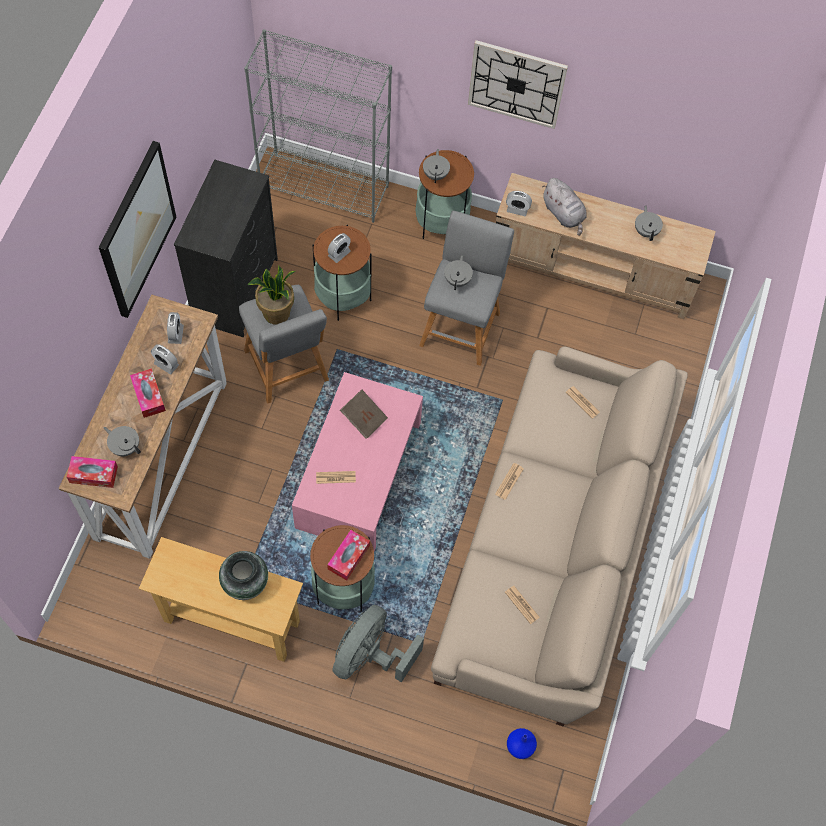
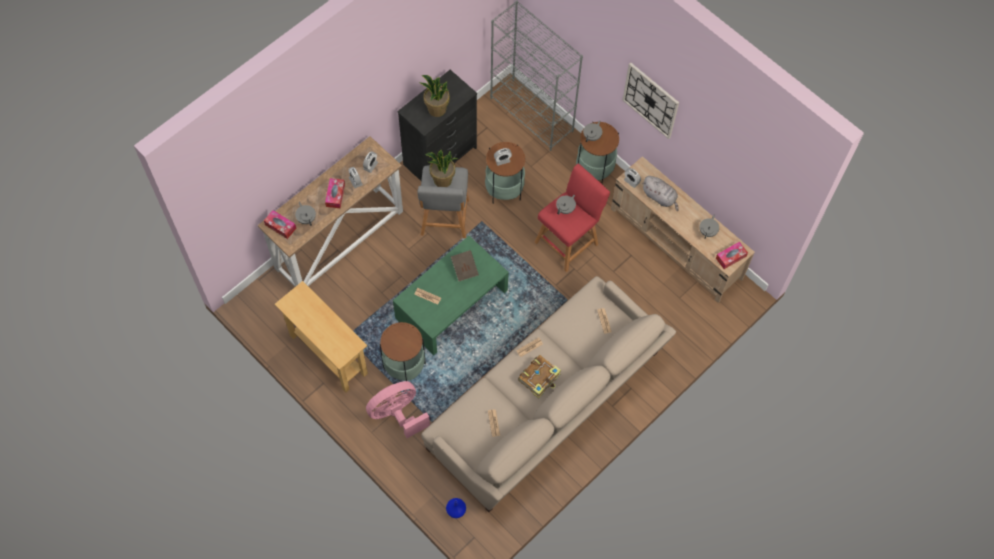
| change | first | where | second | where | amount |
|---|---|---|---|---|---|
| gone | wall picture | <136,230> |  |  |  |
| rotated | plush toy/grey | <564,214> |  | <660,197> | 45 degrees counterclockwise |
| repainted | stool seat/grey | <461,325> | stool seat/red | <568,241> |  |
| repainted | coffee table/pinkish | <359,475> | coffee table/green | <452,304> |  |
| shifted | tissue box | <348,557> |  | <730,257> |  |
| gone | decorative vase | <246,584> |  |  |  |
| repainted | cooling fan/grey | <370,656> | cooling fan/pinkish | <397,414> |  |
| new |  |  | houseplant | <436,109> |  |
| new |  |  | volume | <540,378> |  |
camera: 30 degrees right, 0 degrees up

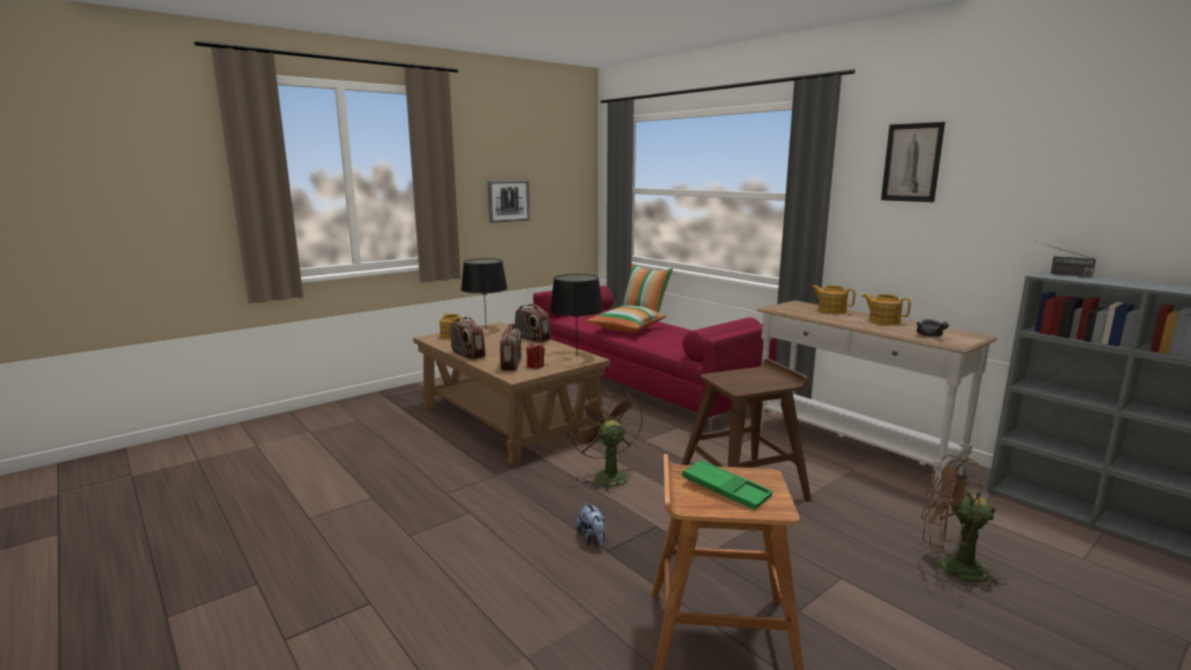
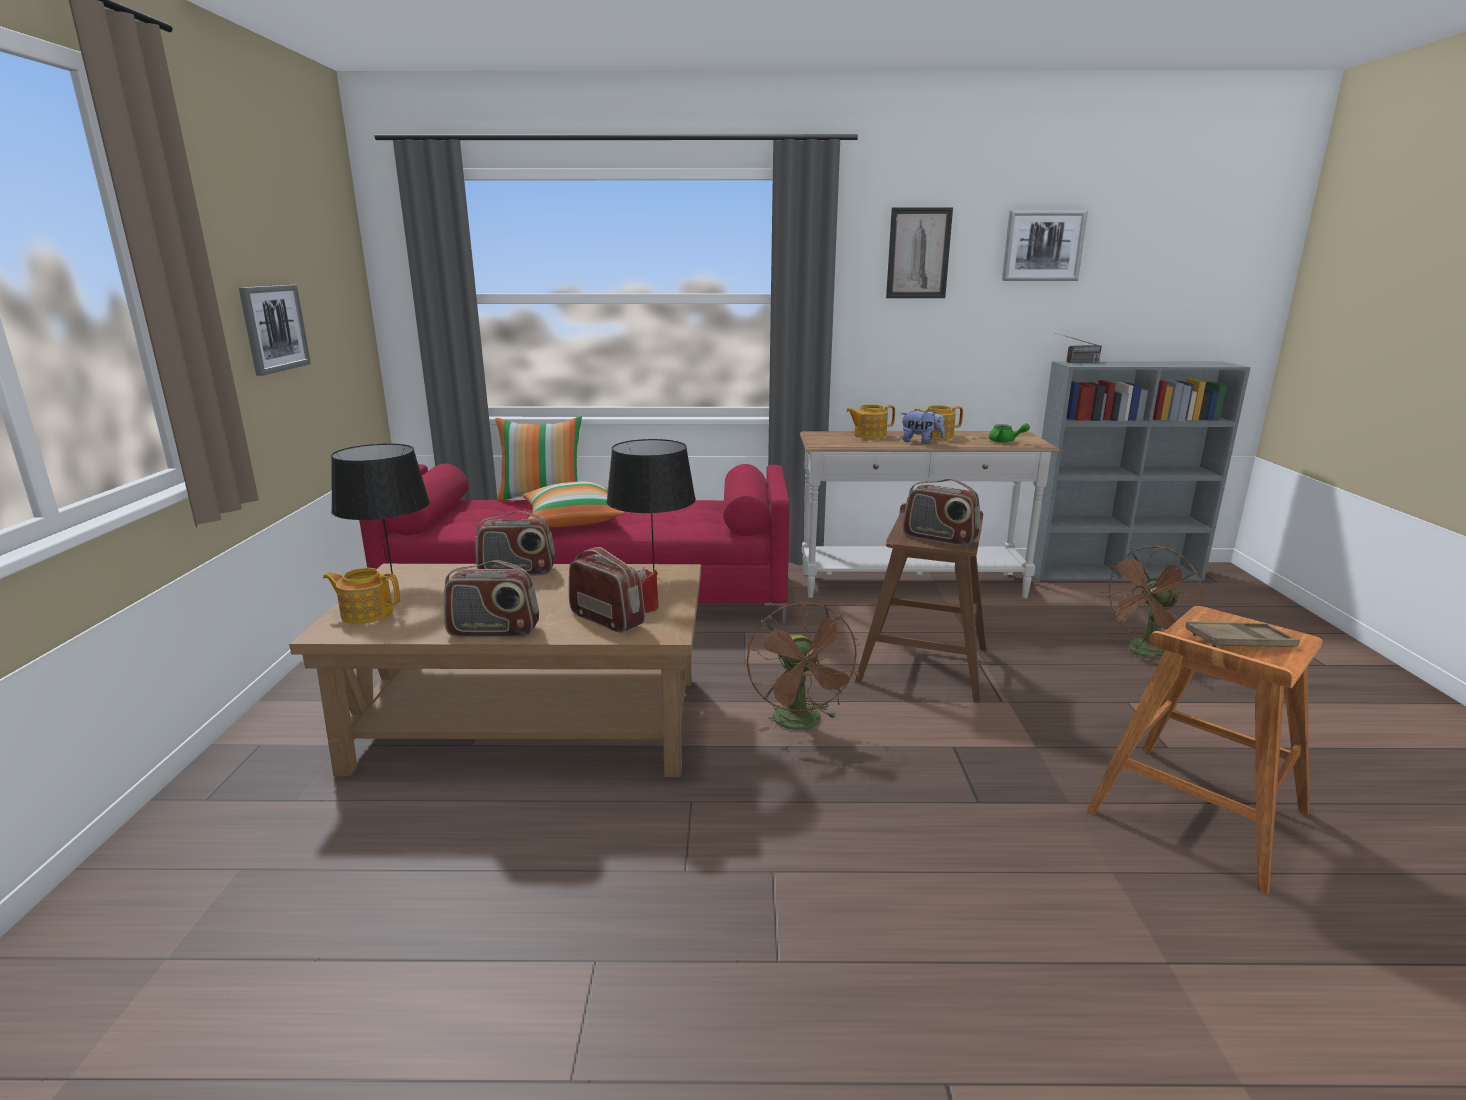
| change | first | where | second | where | amount |
|---|---|---|---|---|---|
| repainted | pot for tea/grey | <930,336> | pot for tea/green | <1005,441> |  |
| rotated | cooling fan/brown-coloured | <606,475> |  | <801,724> | 120 degrees counterclockwise |
| repainted | carrying tray/green | <725,490> | carrying tray/brown-coloured | <1239,642> |  |
| shifted | plush toy | <592,539> |  | <921,442> |  |
| new |  |  | wall picture | <1043,246> |  |
| new |  |  | radio | <939,538> |  |
camera: 50 degrees left, 5 degrees up

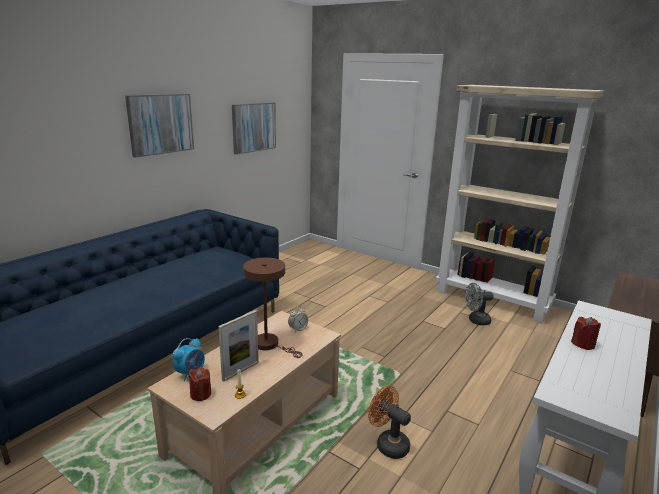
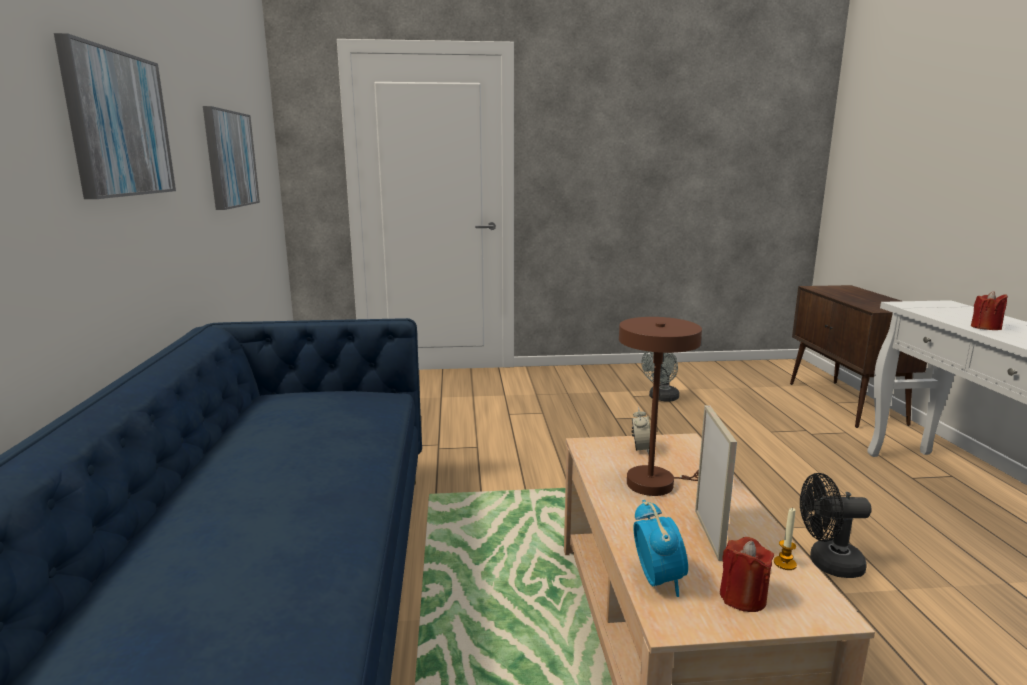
| change | first | where | second | where | amount |
|---|---|---|---|---|---|
| gone | bookcase/beige-coloured | <493,300> |  |  |  |
| repainted | cooling fan/orange | <388,444> | cooling fan/blackish | <827,564> |  |
camera: 40 degrees left, 5 degrees down

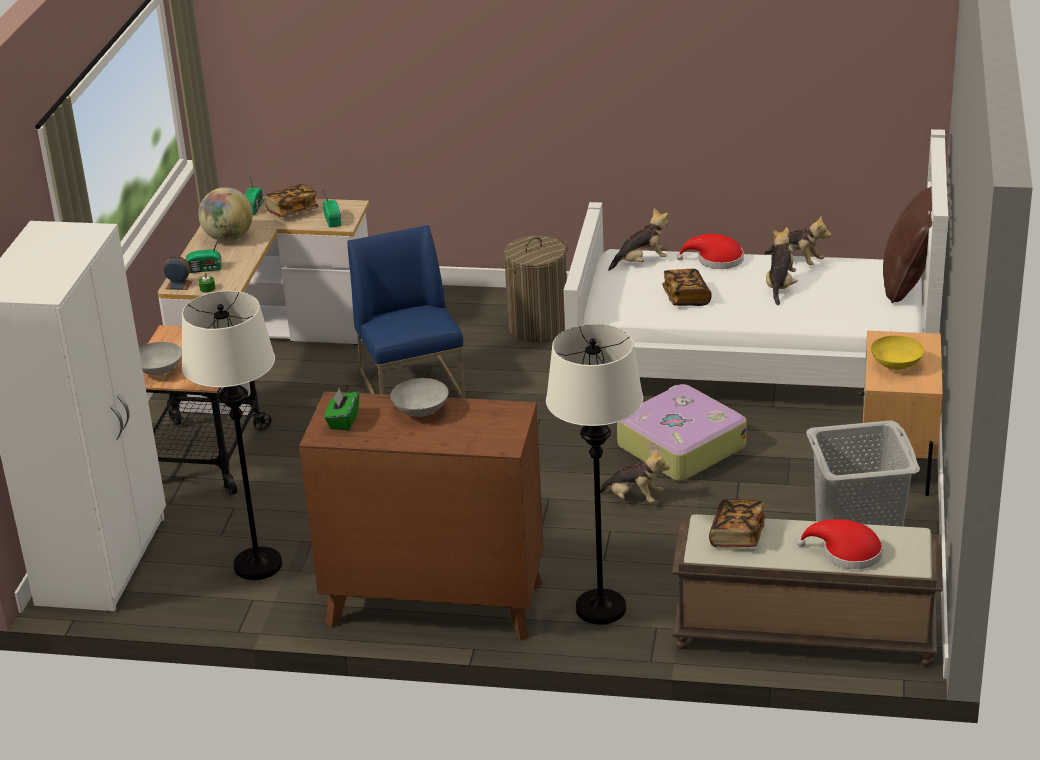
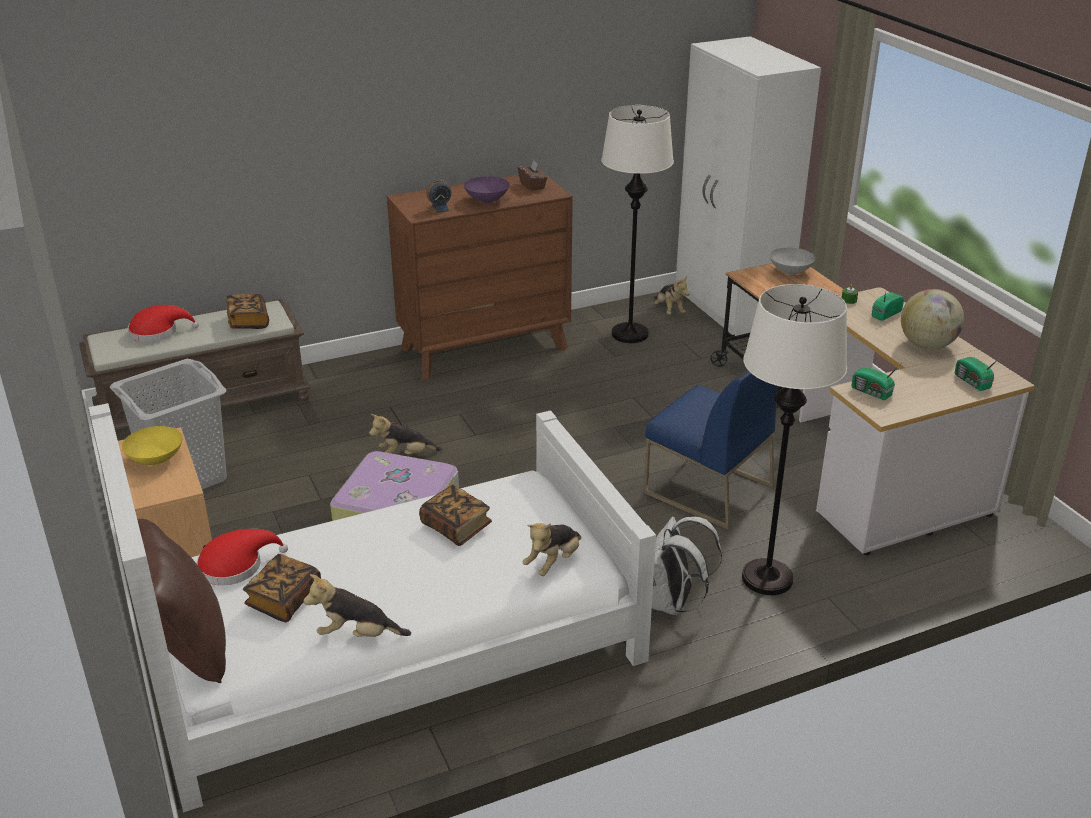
| change | first | where | second | where | amount |
|---|---|---|---|---|---|
| shifted | volume | <292,211> |  | <284,600> |  |
| shifted | plush toy | <780,286> |  | <669,310> |  |
| shifted | wearable hat/red | <716,260> |  | <235,565> |  |
| swapped | hamper | <538,328> | rucksack/whitish | <673,603> |  |
| shifted | table clock | <179,285> |  | <439,209> |  |
| shifted | standing lamp/whitish | <601,608> |  | <767,579> |  |
| repainted | bowl/grey | <421,412> | bowl/purplish | <486,200> |  |
| repainted | tissue box/green | <343,421> | tissue box/brown-coloured | <532,185> |  |
camera: 145 degrees right, 0 degrees up

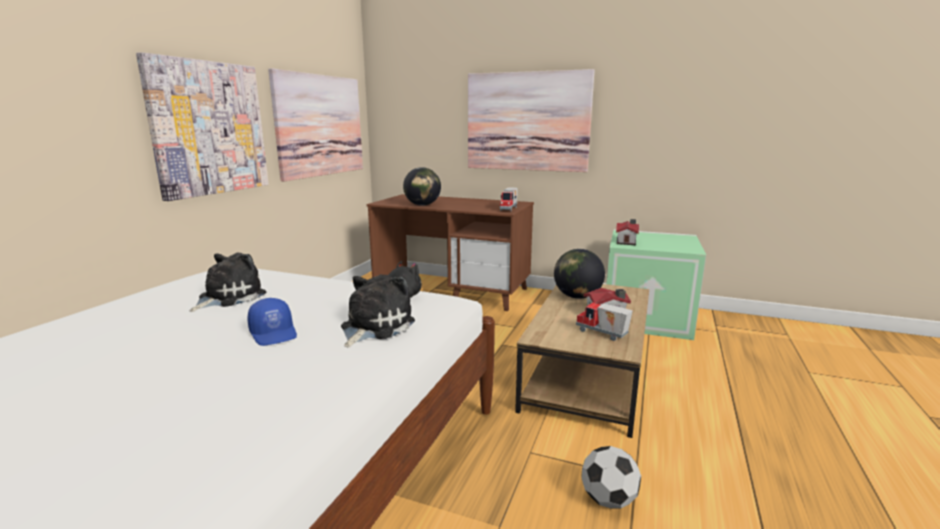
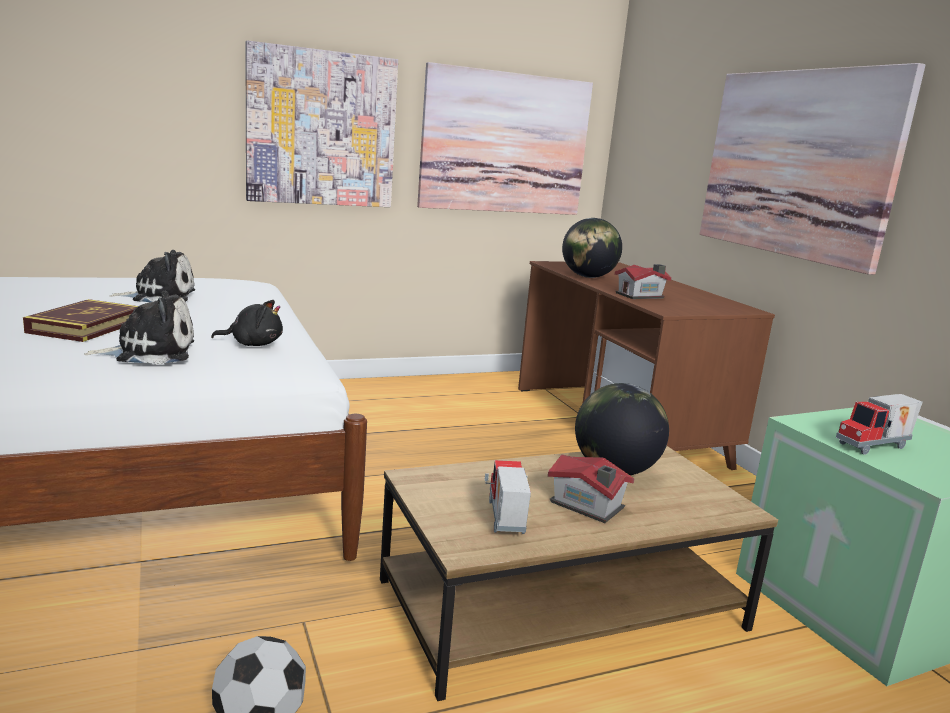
| change | first | where | second | where | amount |
|---|---|---|---|---|---|
| shifted | toy truck | <509,209> |  | <874,447> |  |
| shifted | miniature house | <627,241> |  | <641,296> |  |
| swapped | peaked cap/bluish | <274,333> | volume | <86,326> |  |
camera: 45 degrees right, 0 degrees up

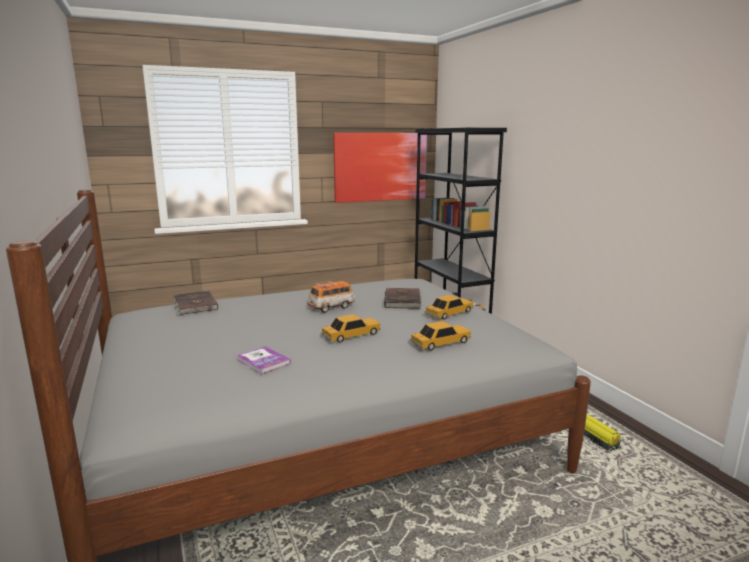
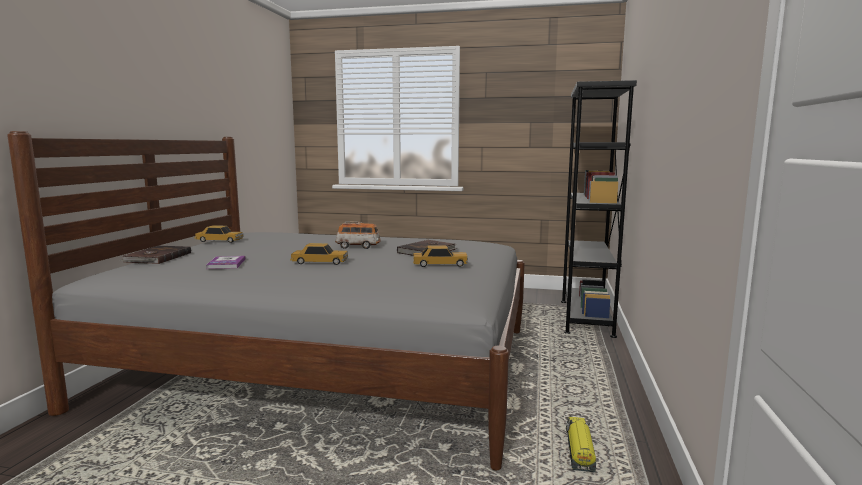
| change | first | where | second | where | amount |
|---|---|---|---|---|---|
| gone | wall picture | <380,167> |  |  |  |
| shifted | volume/brown-coloured | <194,305> |  | <157,257> |  |
| shifted | miniature car | <440,343> |  | <219,240> |  |
camera: 35 degrees right, 5 degrees down

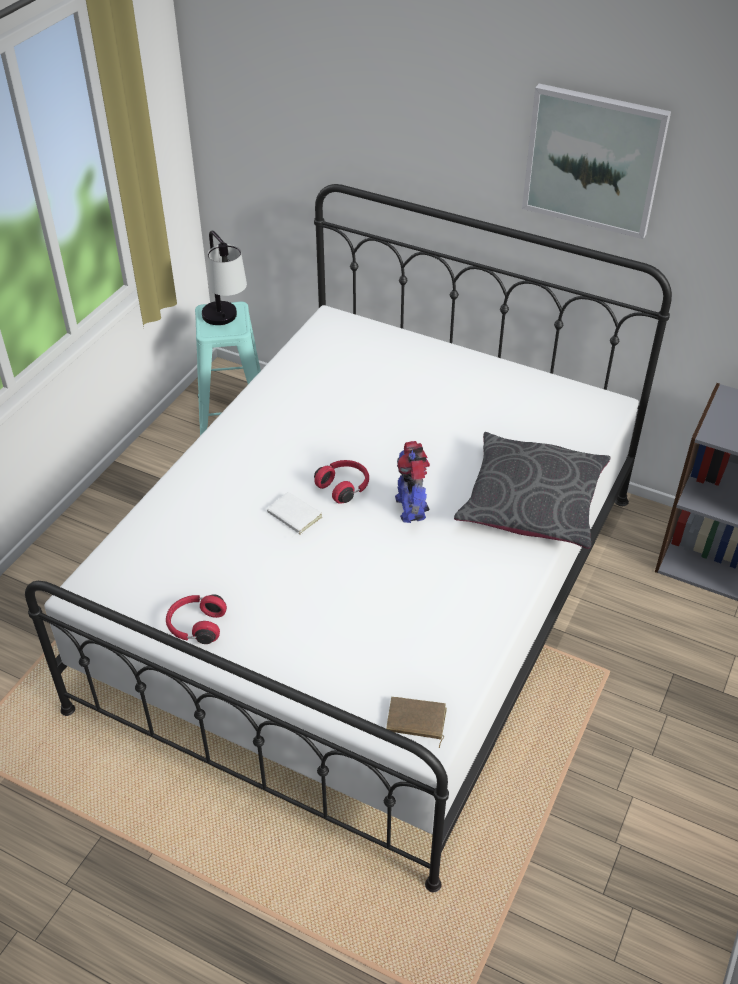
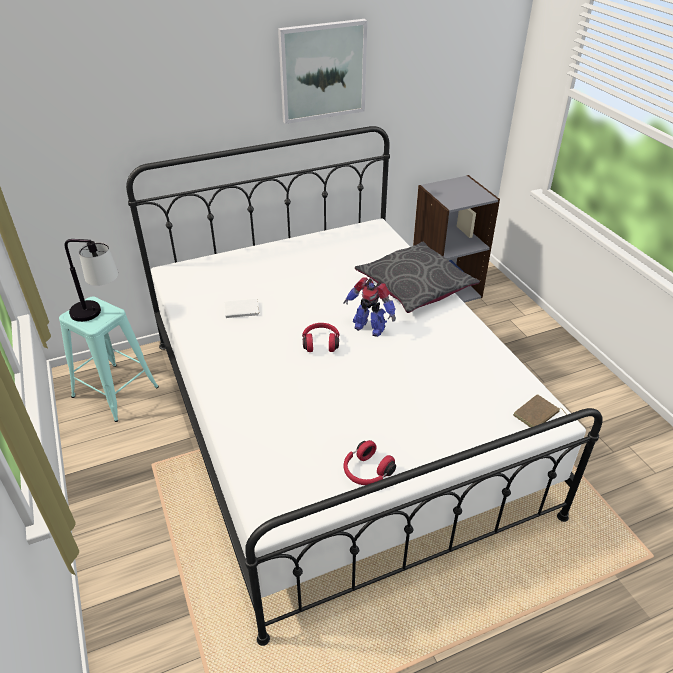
| change | first | where | second | where | amount |
|---|---|---|---|---|---|
| shifted | volume/whitish | <293,516> |  | <242,311> |  |
camera: 50 degrees left, 5 degrees down

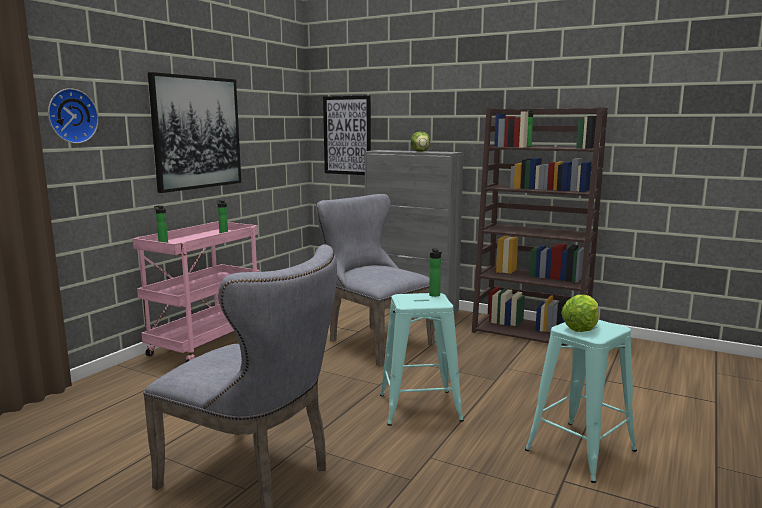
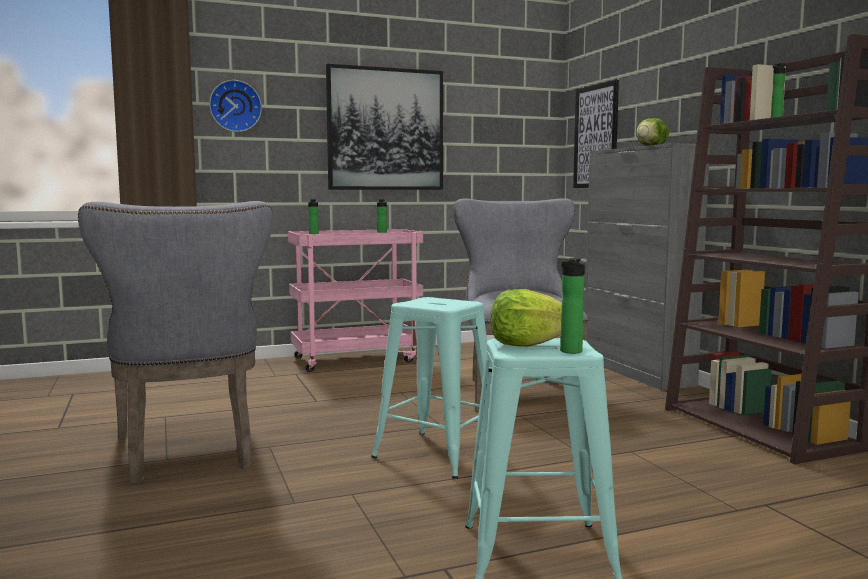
| change | first | where | second | where | amount |
|---|---|---|---|---|---|
| shifted | bottle | <435,295> |  | <570,352> |  |
camera: 40 degrees right, 5 degrees down

